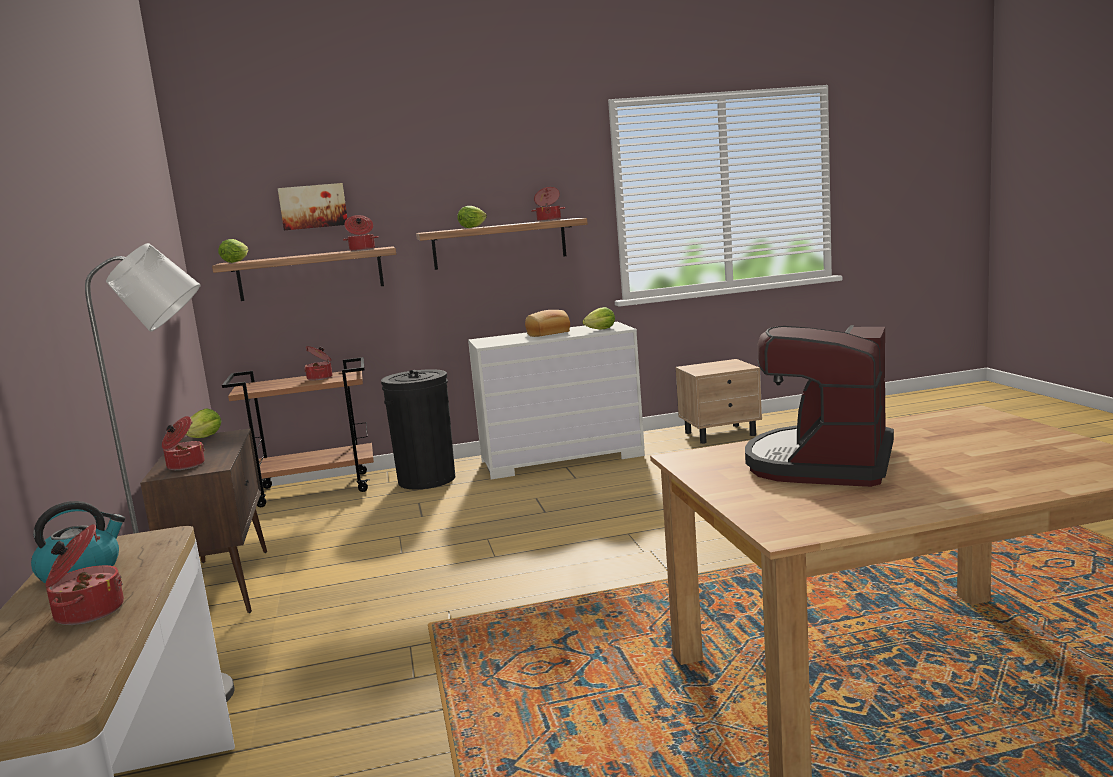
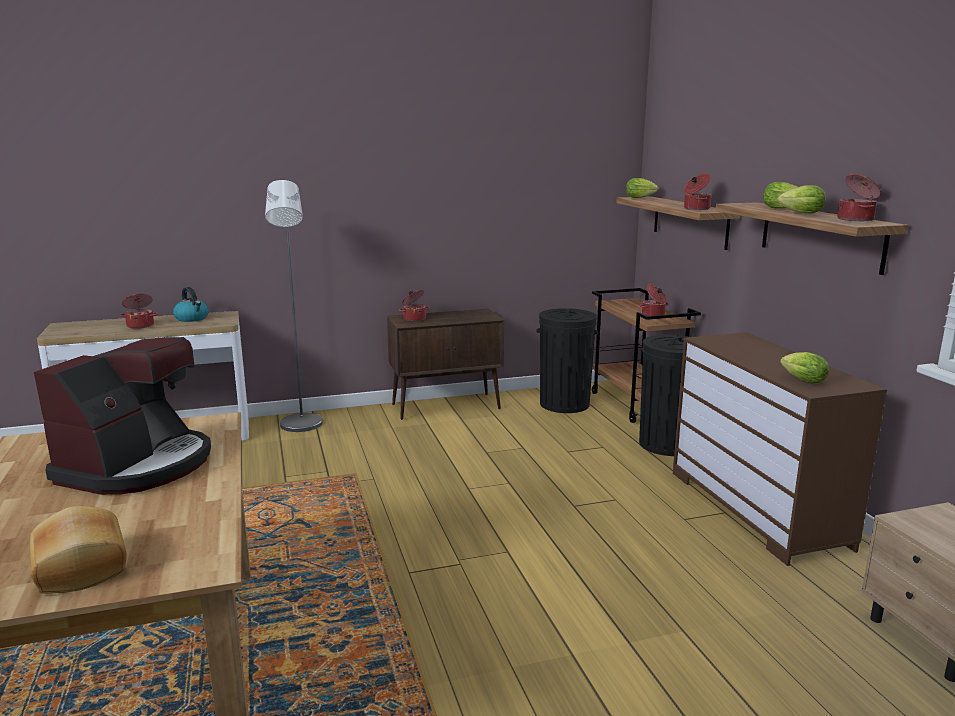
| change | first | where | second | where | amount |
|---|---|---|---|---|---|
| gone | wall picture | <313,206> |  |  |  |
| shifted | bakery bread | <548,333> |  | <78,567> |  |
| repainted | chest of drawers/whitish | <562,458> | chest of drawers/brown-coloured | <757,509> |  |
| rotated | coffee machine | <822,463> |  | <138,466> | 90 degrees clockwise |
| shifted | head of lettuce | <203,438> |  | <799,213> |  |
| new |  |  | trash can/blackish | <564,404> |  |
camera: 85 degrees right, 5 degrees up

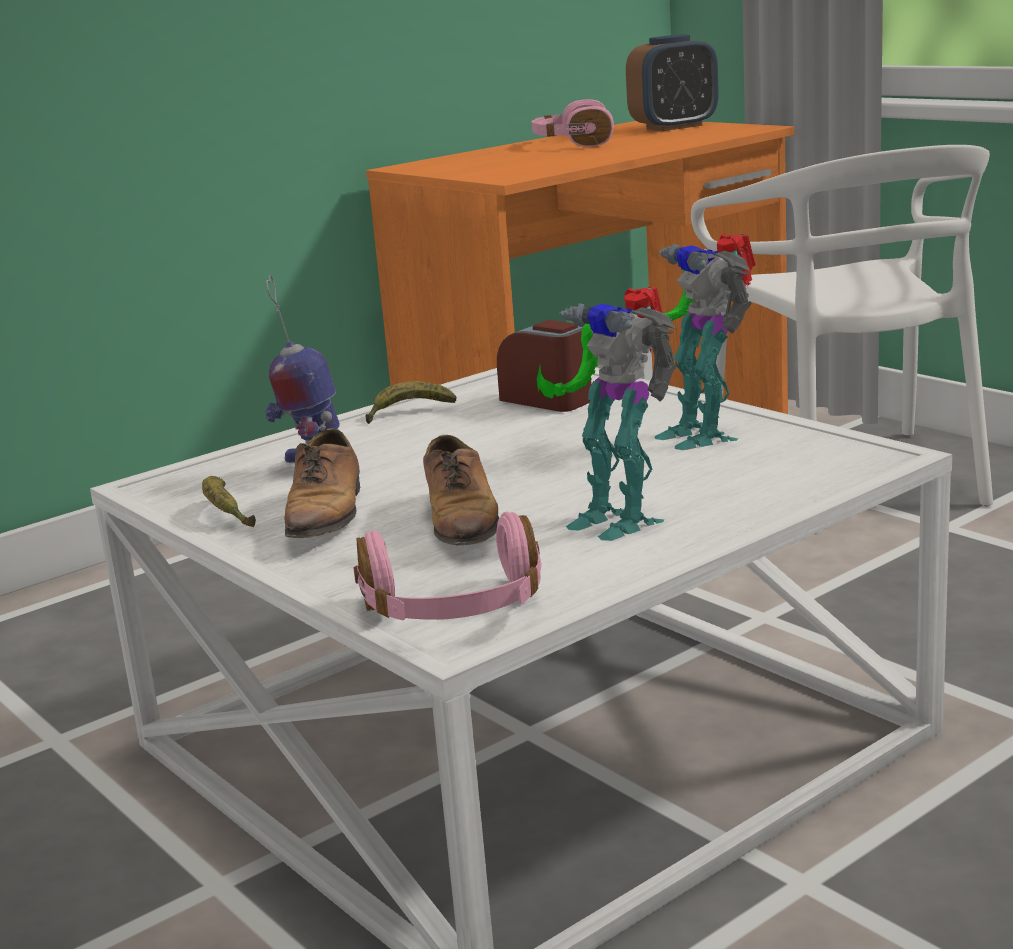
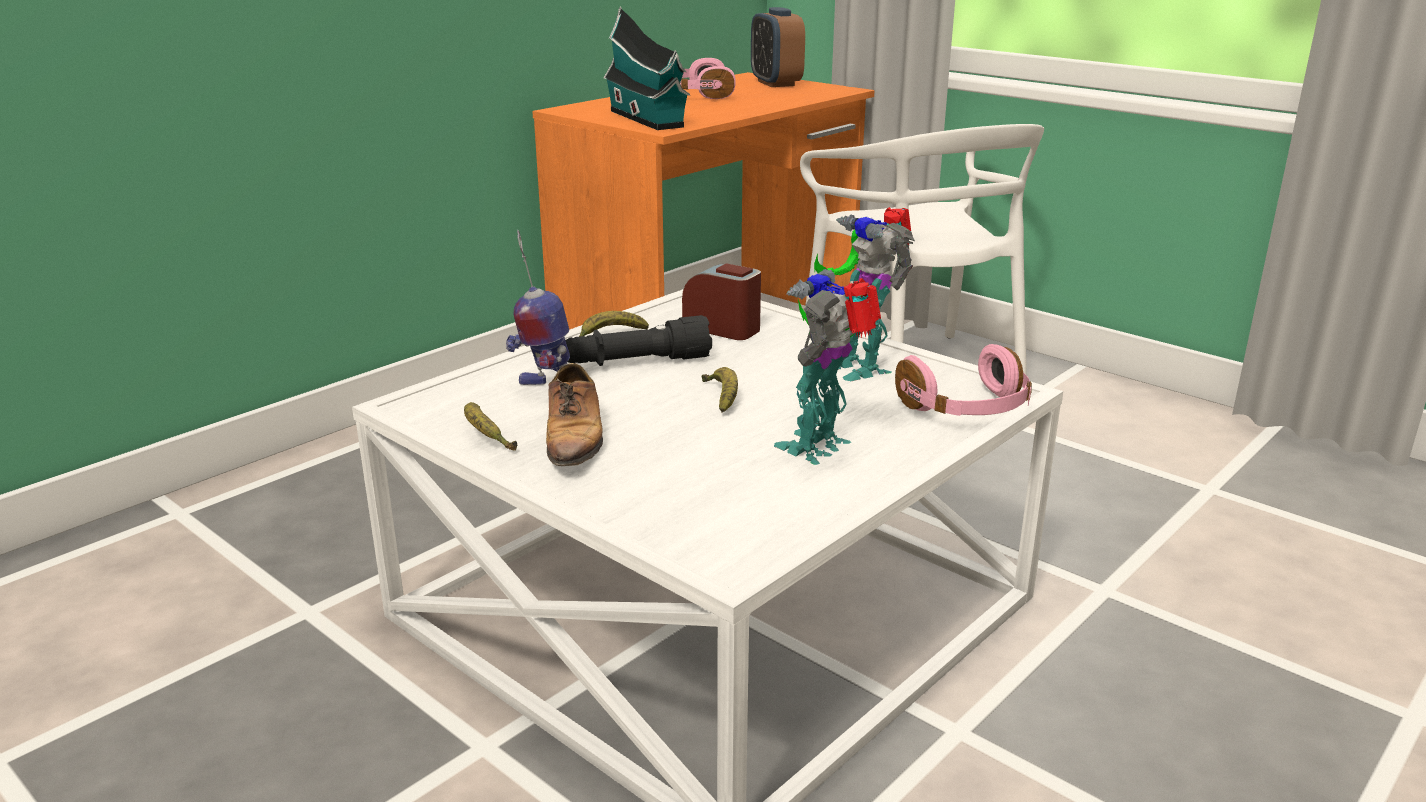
| change | first | where | second | where | amount |
|---|---|---|---|---|---|
| rotated | table clock | <674,127> |  | <776,83> | 105 degrees clockwise |
| rotated | toy robot | <617,518> |  | <821,446> | 90 degrees clockwise |
| gone | shoe | <461,521> |  |  |  |
| shifted | pair of headphones/pinkish | <455,610> |  | <967,409> |  |
| new |  |  | miniature house | <648,119> |  |
| new |  |  | torch/blackish | <636,363> |  |
| new |  |  | banana fruit | <722,397> |  |
camera: 10 degrees left, 5 degrees up

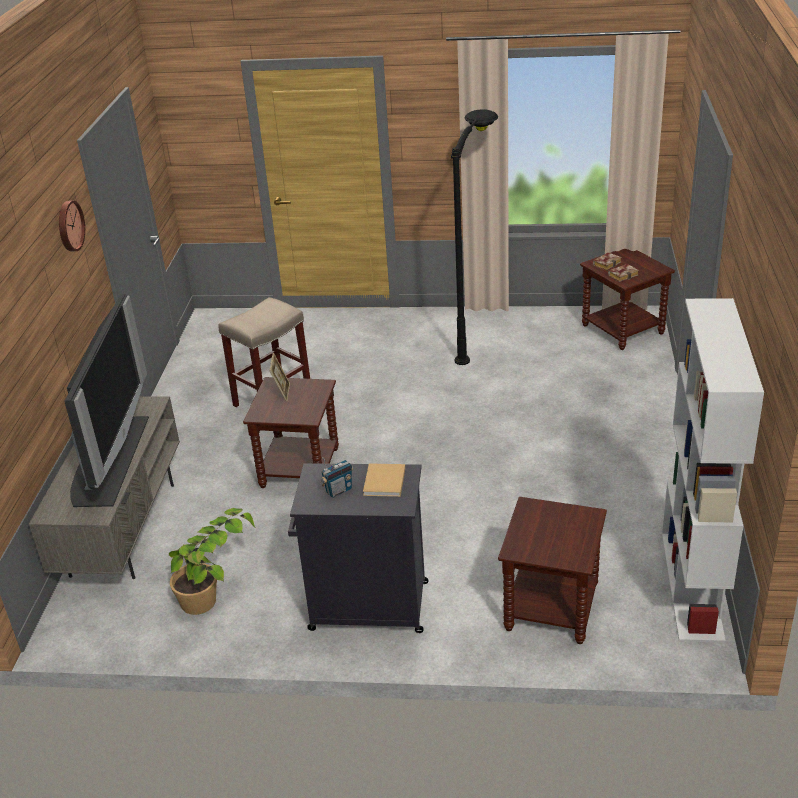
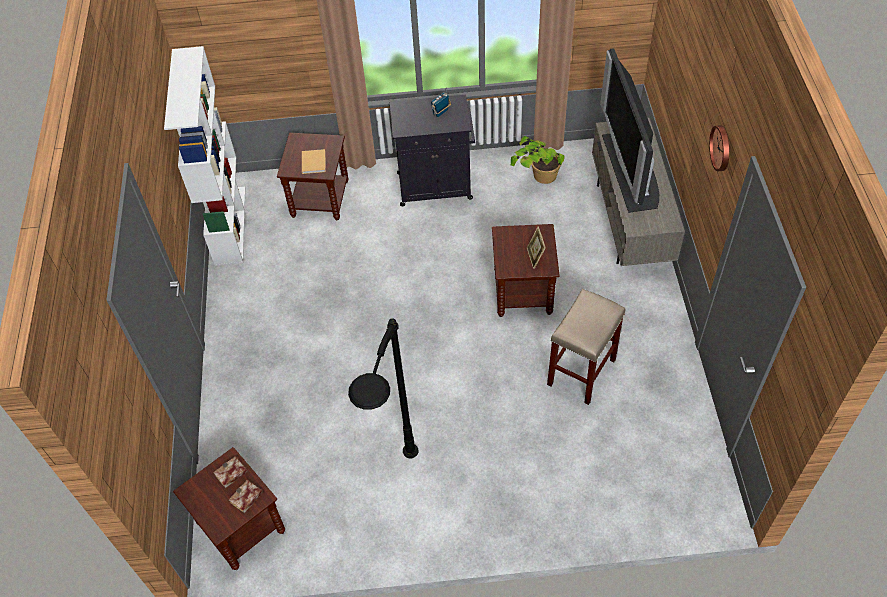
| change | first | where | second | where | amount |
|---|---|---|---|---|---|
| shifted | volume/beige-coloured | <384,483> |  | <313,162> |  |
camera: 170 degrees right, 20 degrees up

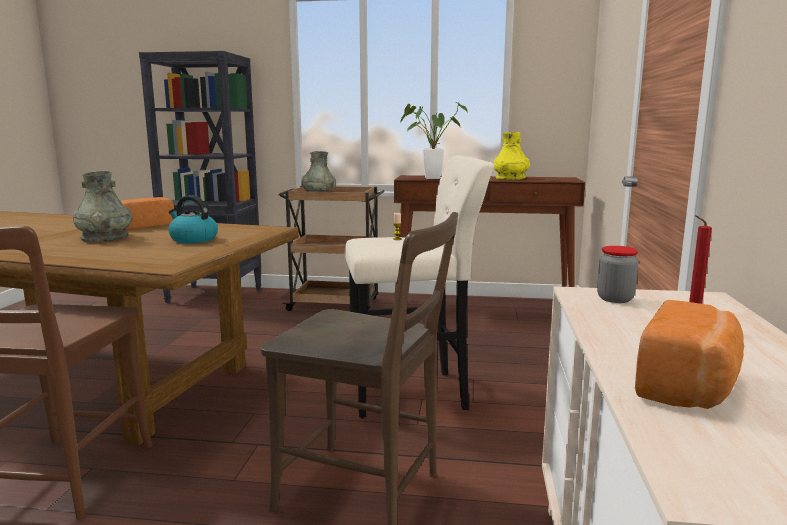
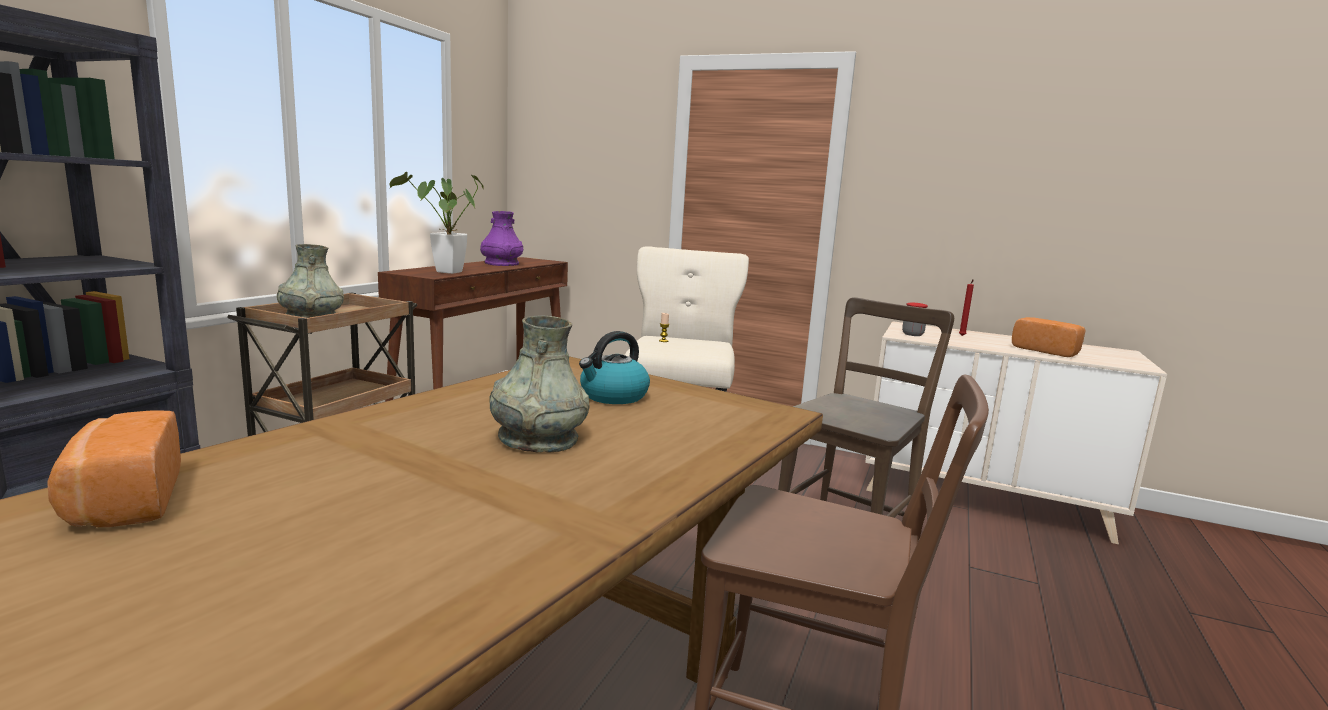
| change | first | where | second | where | amount |
|---|---|---|---|---|---|
| repainted | decorative vase/yellowish | <510,178> | decorative vase/purplish | <501,264> |  |
| shifted | bakery bread | <144,225> |  | <122,501> |  |
camera: 75 degrees left, 0 degrees up

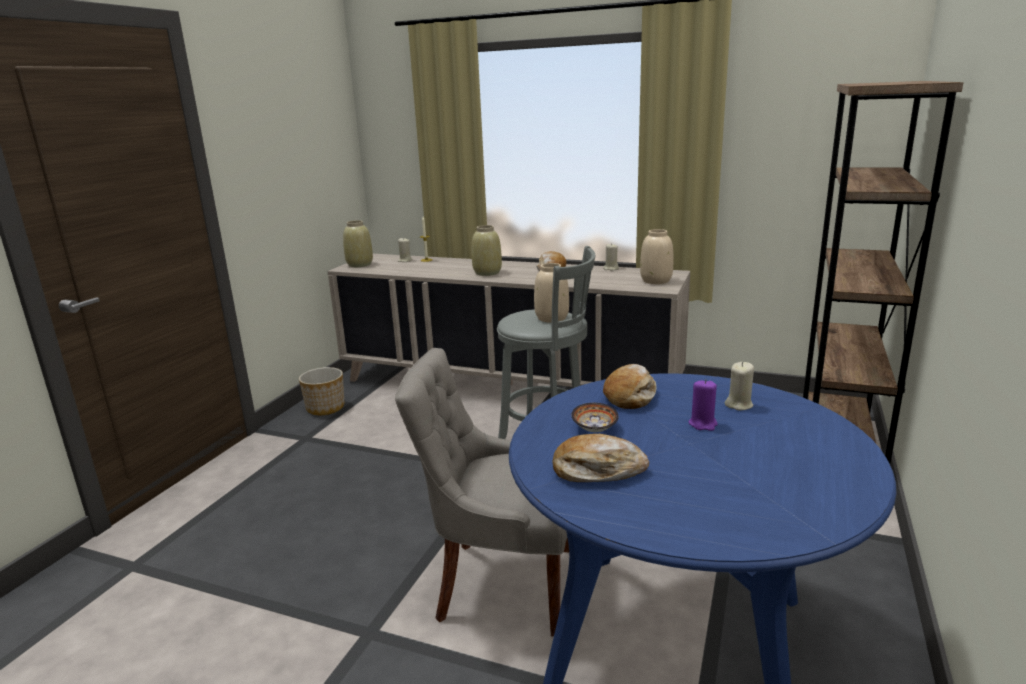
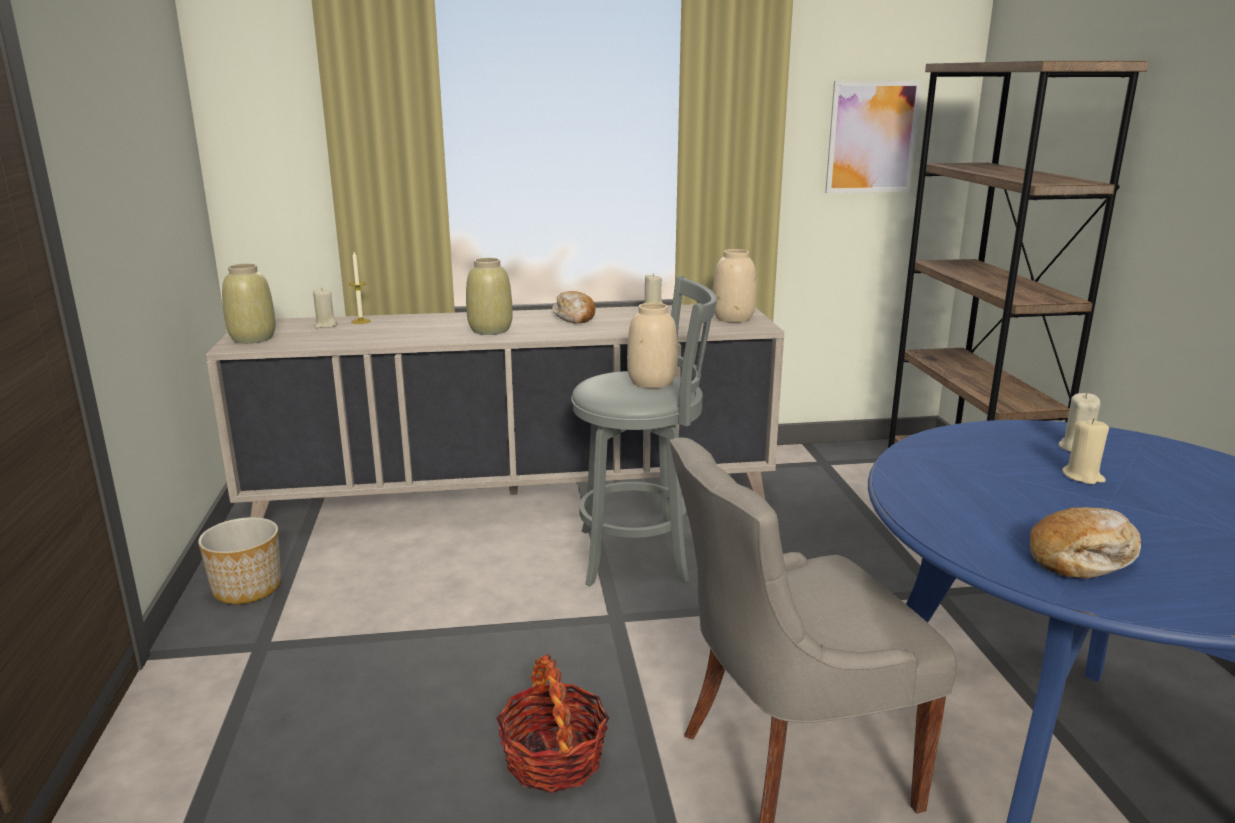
| change | first | where | second | where | amount |
|---|---|---|---|---|---|
| gone | bakery bread | <630,395> |  |  |  |
| repainted | wax light/purplish | <703,424> | wax light/beige-coloured | <1083,476> |  |
| gone | bowl | <593,429> |  |  |  |
| new |  |  | wall picture | <872,137> |  |
| new |  |  | basket | <553,759> |  |
camera: 30 degrees left, 0 degrees up

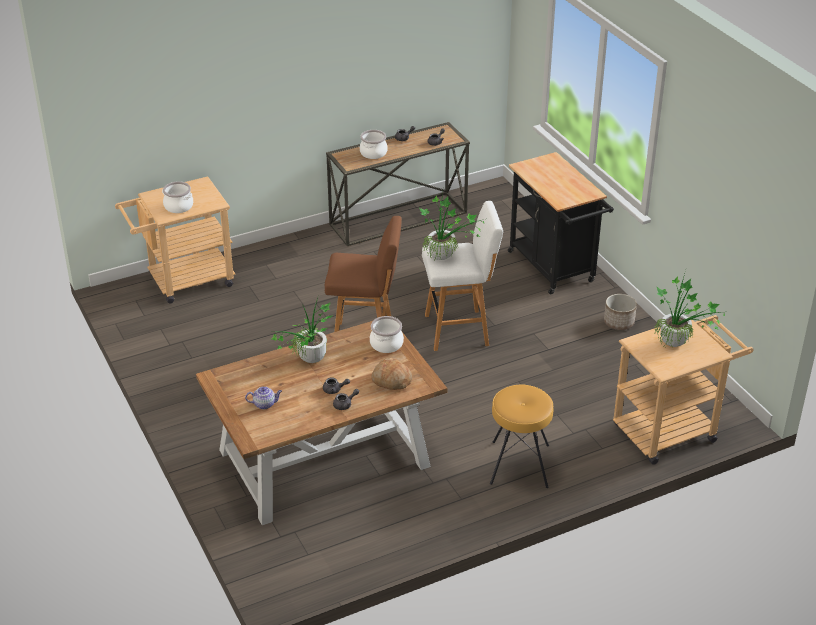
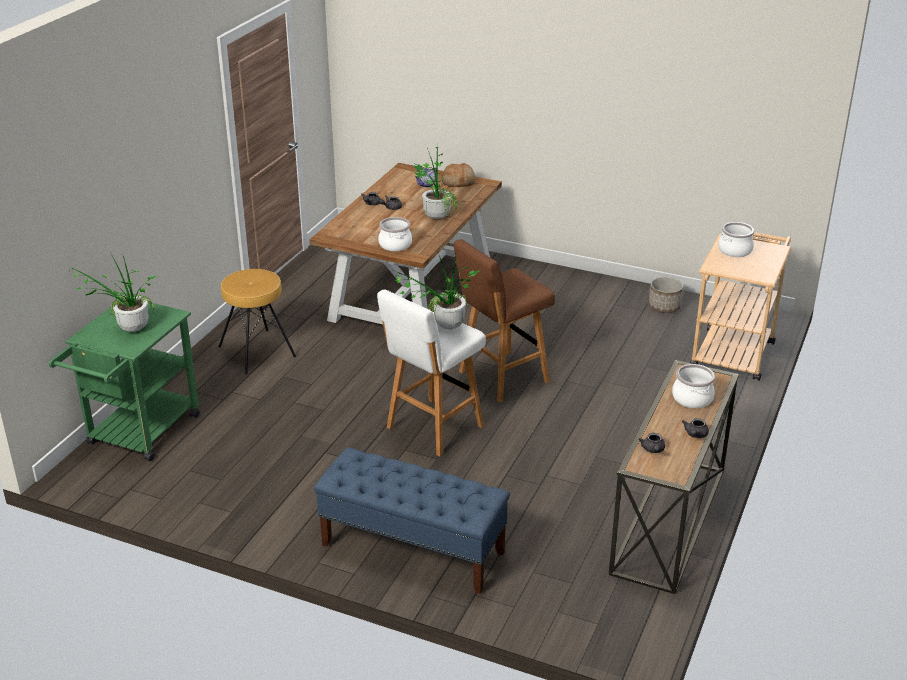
| change | first | where | second | where | amount |
|---|---|---|---|---|---|
| swapped | wheeled cart/blackish | <554,269> | bench/bluish | <412,549> |  |
| shifted | planter | <618,322> |  | <664,307> |  |
| repainted | wheeled cart/beige-coloured | <672,429> | wheeled cart/green | <138,434> |  |
| shifted | bakery bread | <391,380> |  | <458,182> |  |
camera: 140 degrees right, 5 degrees down

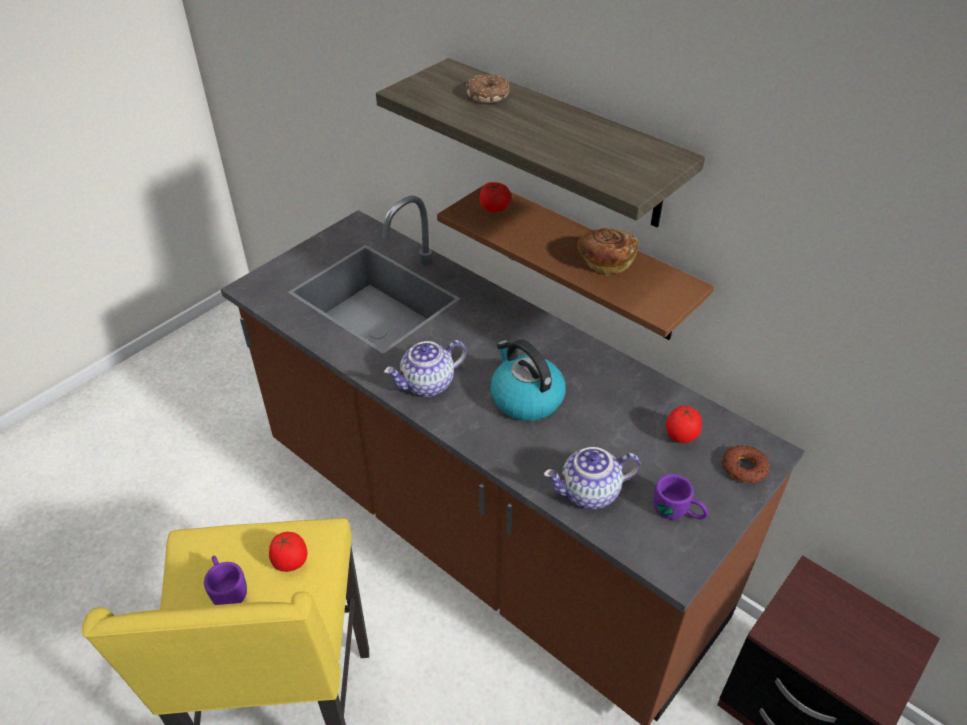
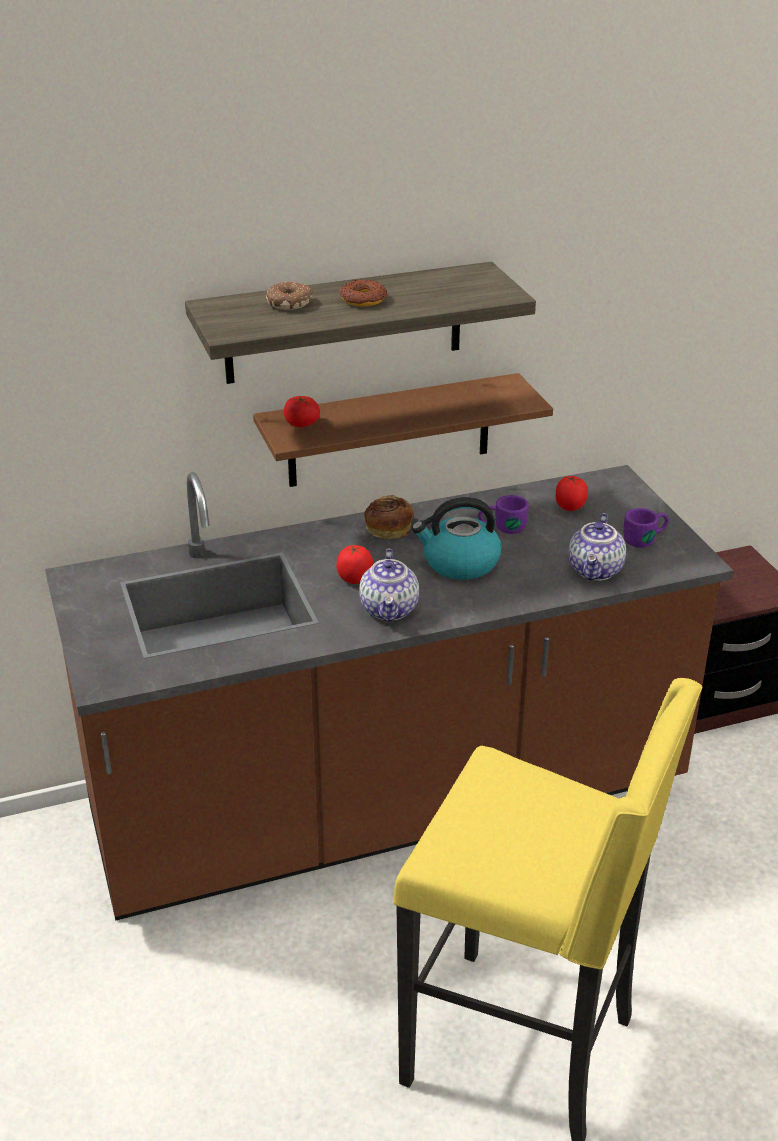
| change | first | where | second | where | amount |
|---|---|---|---|---|---|
| shifted | bakery bread | <605,262> |  | <388,529> |  |
| shifted | doughnut | <744,468> |  | <363,299> |  |
| shifted | tomato | <291,563> |  | <355,579> |  |
| shifted | tea mug/purplish | <227,588> |  | <502,527> |  |
camera: 60 degrees left, 10 degrees down

